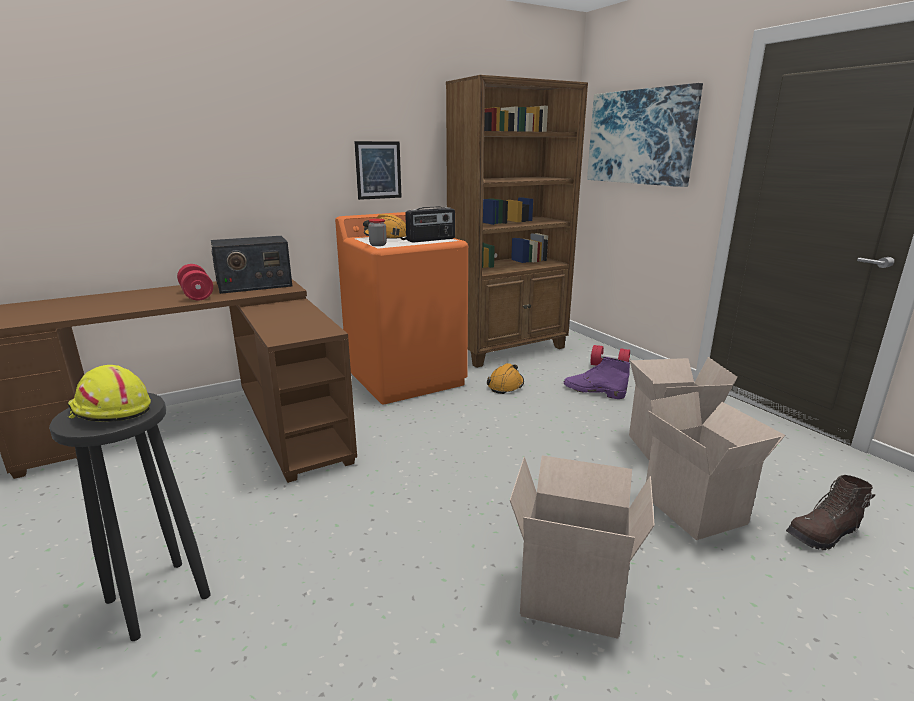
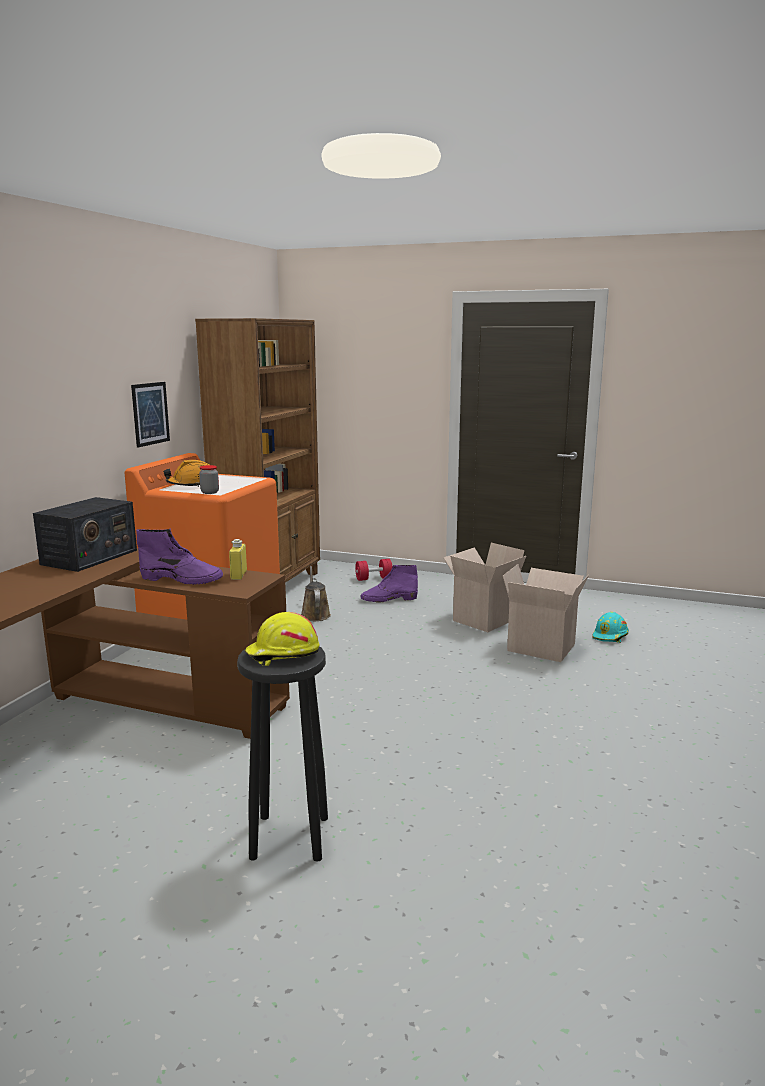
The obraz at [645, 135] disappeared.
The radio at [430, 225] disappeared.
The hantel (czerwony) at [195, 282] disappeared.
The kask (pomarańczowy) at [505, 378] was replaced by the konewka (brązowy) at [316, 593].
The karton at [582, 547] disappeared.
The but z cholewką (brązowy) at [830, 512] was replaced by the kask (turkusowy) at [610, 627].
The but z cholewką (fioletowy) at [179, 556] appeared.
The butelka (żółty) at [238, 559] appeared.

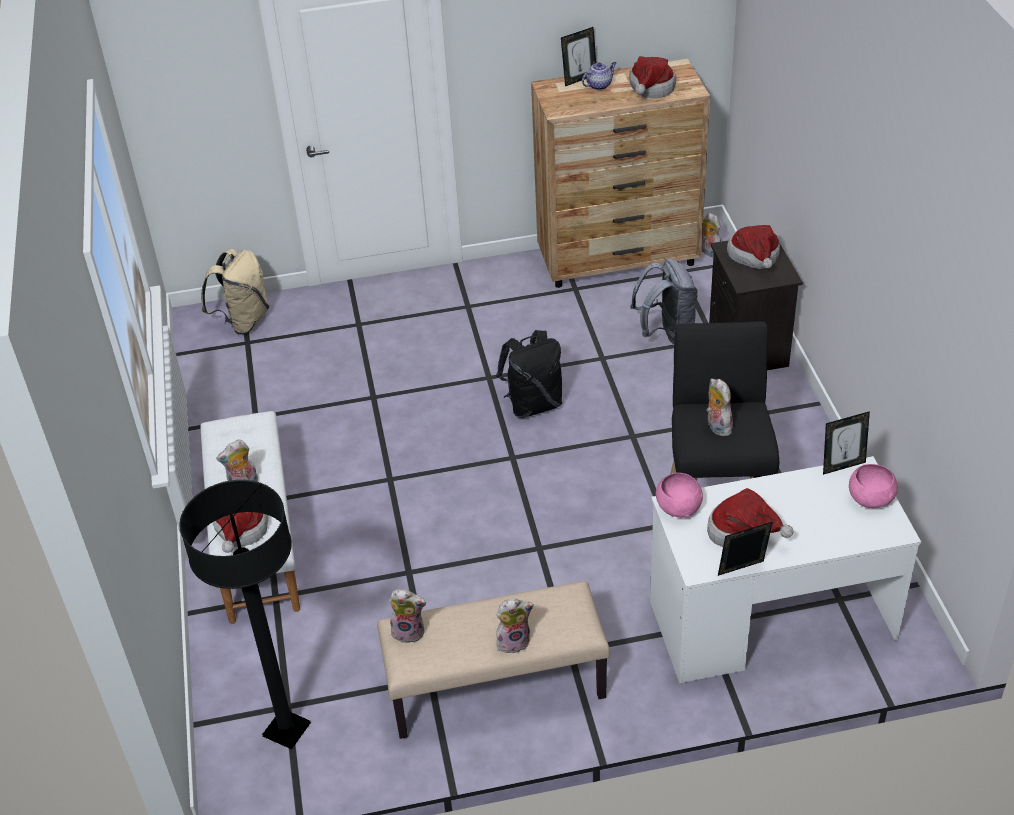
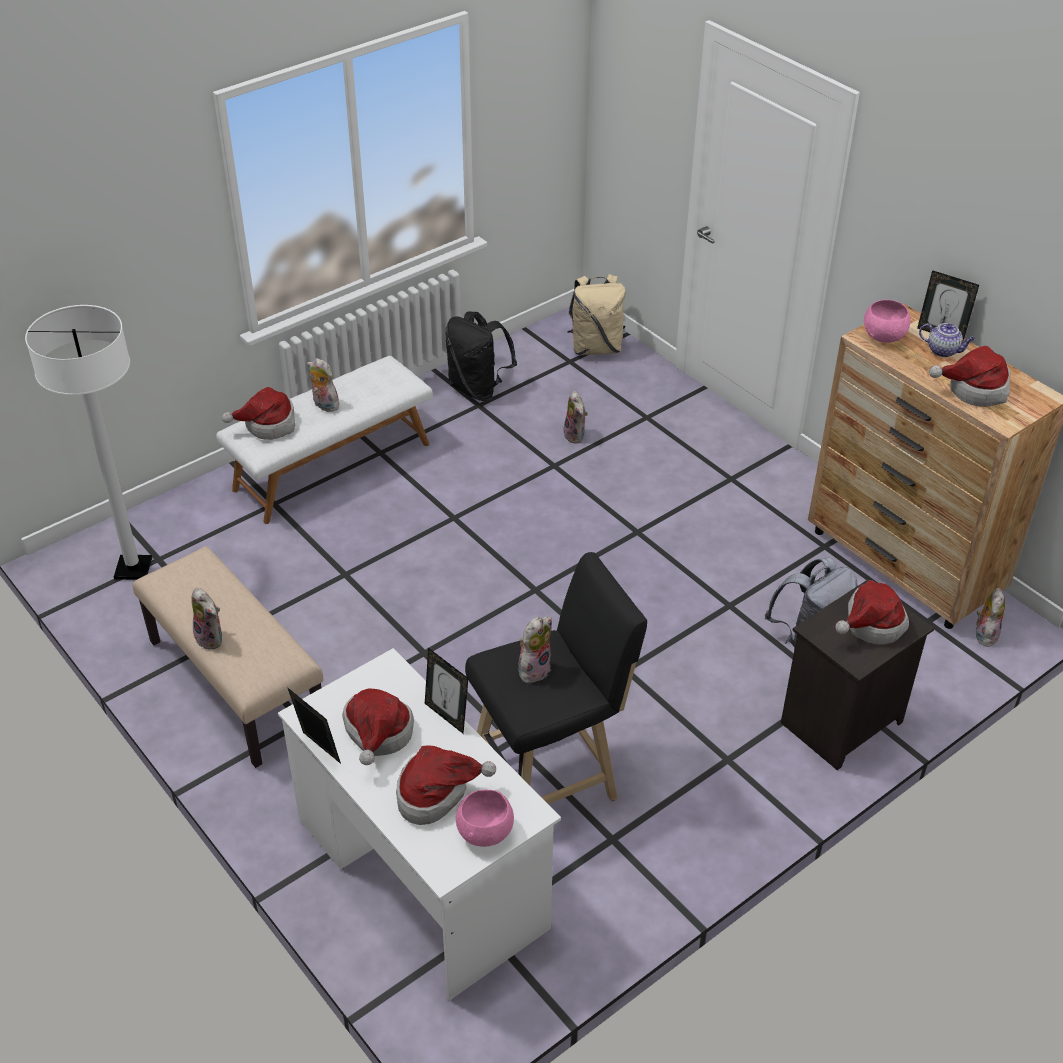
The plecak (czarny) moved from [529, 374] to [481, 356].
The ramka na zdjęcie moved from [846, 443] to [446, 691].
The miska (różowy) moved from [679, 495] to [887, 321].
The lampa stojąca (czarny) at [245, 614] became the lampa stojąca (biały) at [88, 442].
The pluszak moved from [407, 616] to [576, 417].
The kapelusz at [446, 785] appeared.

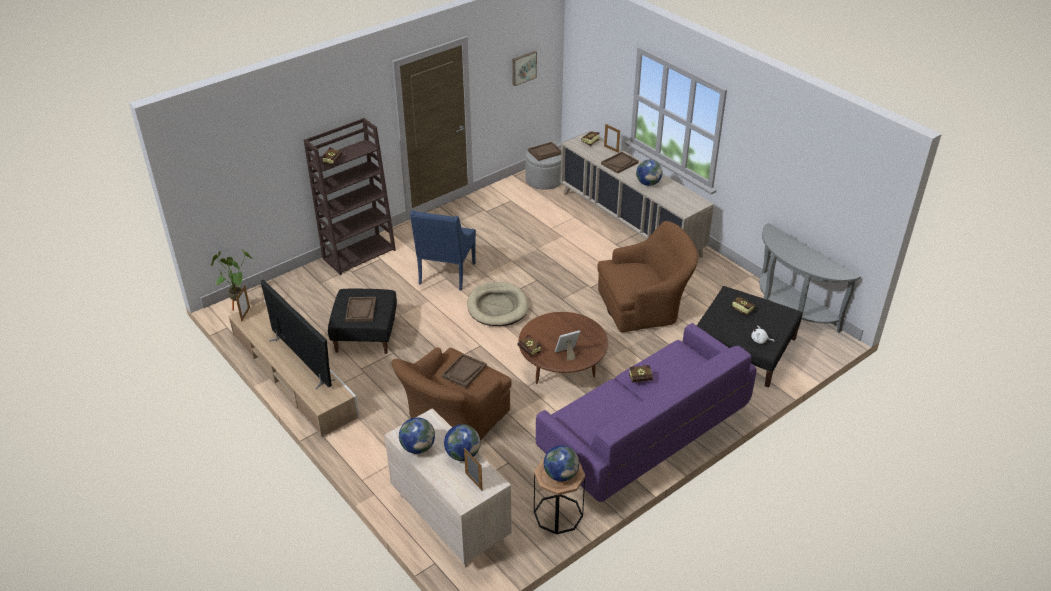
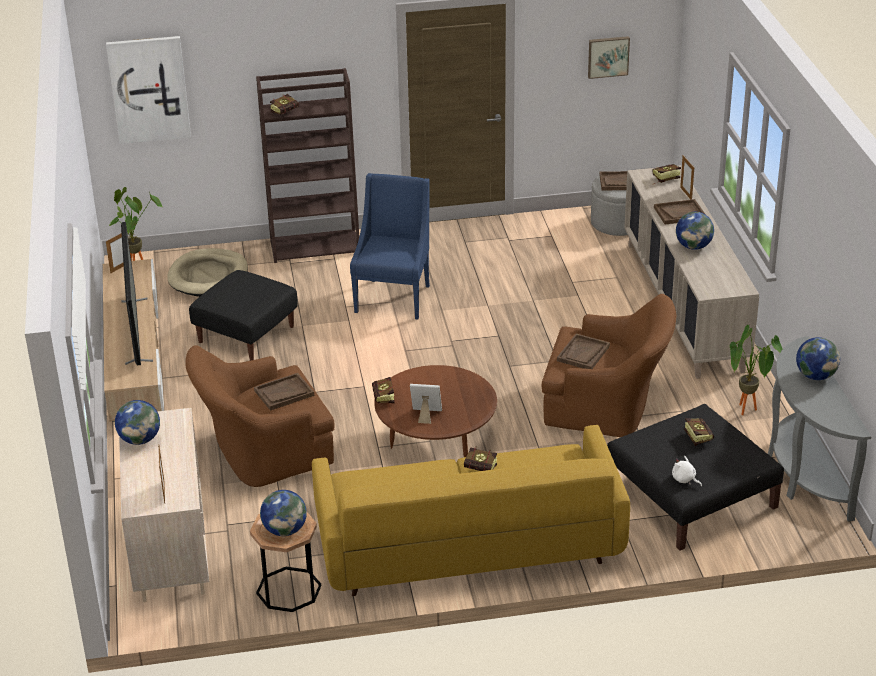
The fotel (niebieski) at [443, 250] turned 150 degrees clockwise.
The legowisko (beżowy) moved from [498, 304] to [207, 272].
The taca (brązowy) moved from [360, 309] to [583, 351].
The kanapa (fioletowy) at [646, 412] became the kanapa (żółty) at [471, 510].
The globus moved from [462, 442] to [818, 358].
The obraz at [148, 90] appeared.
The roślina doniczkowa at [756, 370] appeared.

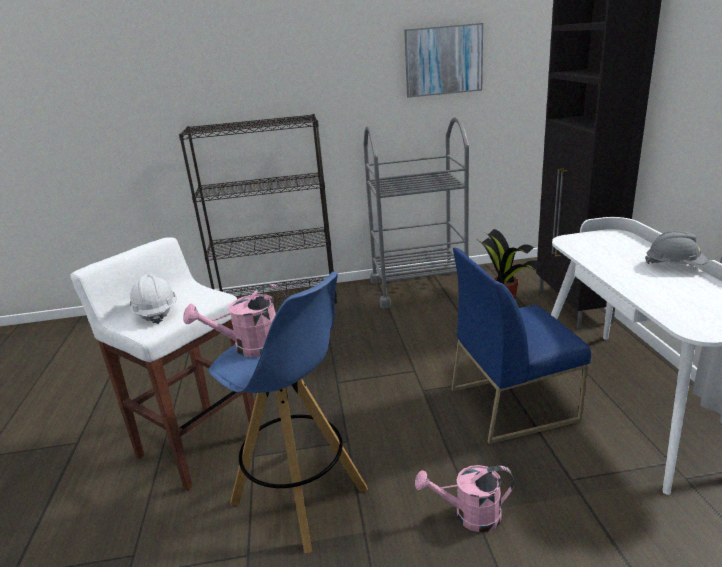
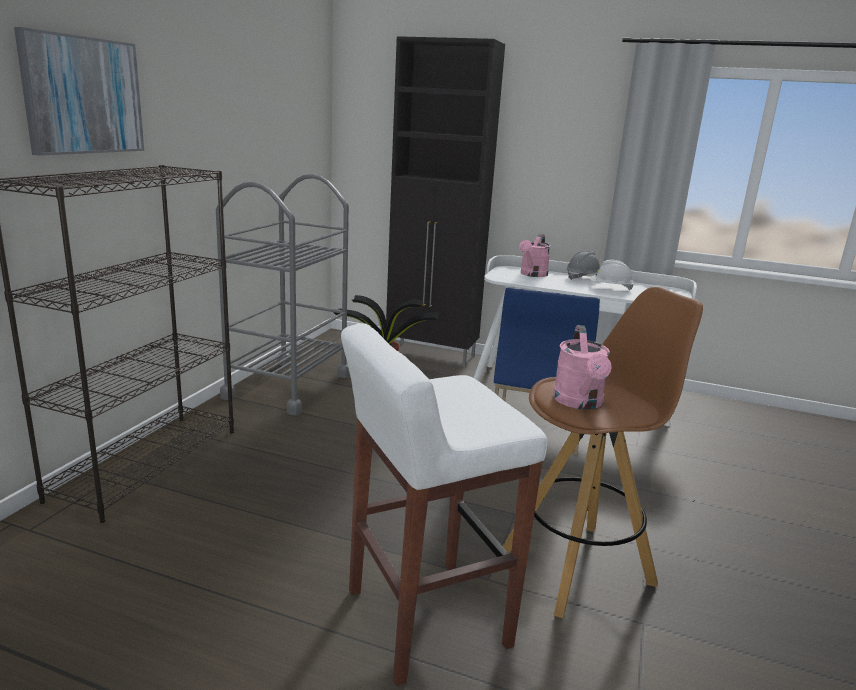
The obraz moved from [443, 60] to [79, 91].
The stołek (niebieski) at [288, 412] became the stołek (brązowy) at [603, 452].
The kask (biały) moved from [153, 299] to [612, 275].
The konewka (różowy) moved from [464, 498] to [535, 255].

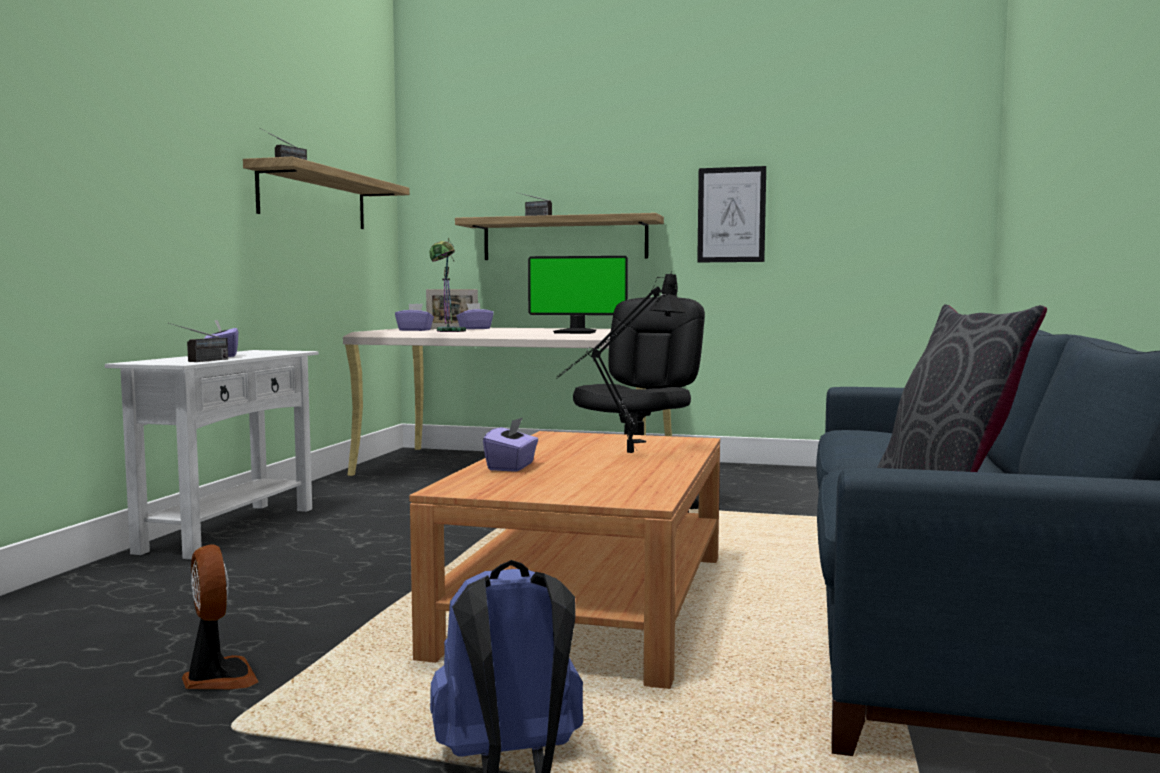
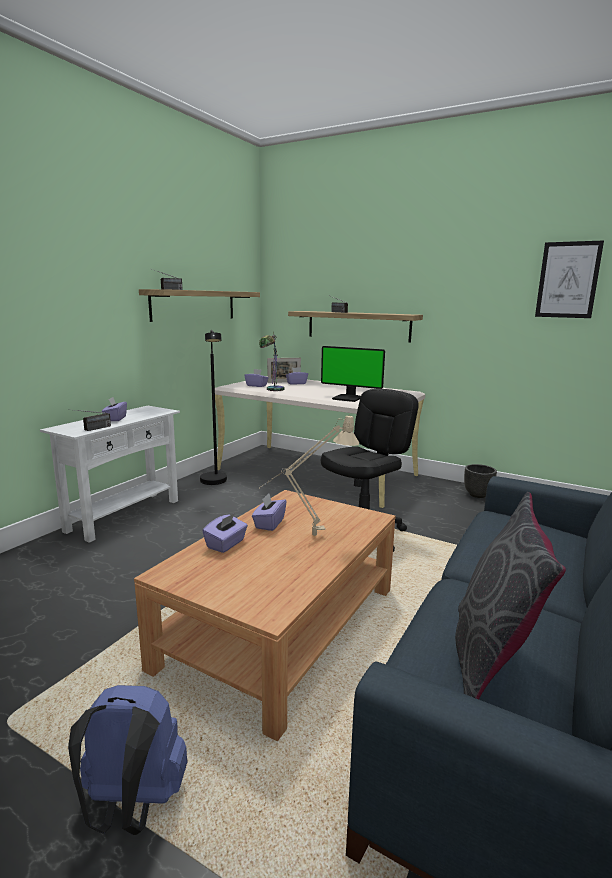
The obraz moved from [731, 214] to [569, 279].
The lampa stołowa (czarny) at [621, 363] became the lampa stołowa (beżowy) at [309, 475].
The wentylator at [220, 616] disappeared.
The lampa stojąca (czarny) at [213, 407] appeared.
The donica (czarny) at [480, 481] appeared.
The pudełko chusteczek (fioletowy) at [269, 512] appeared.

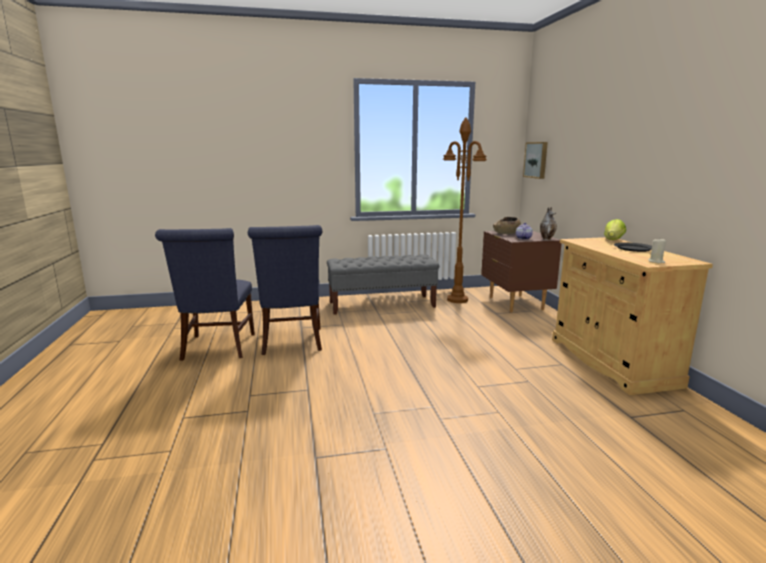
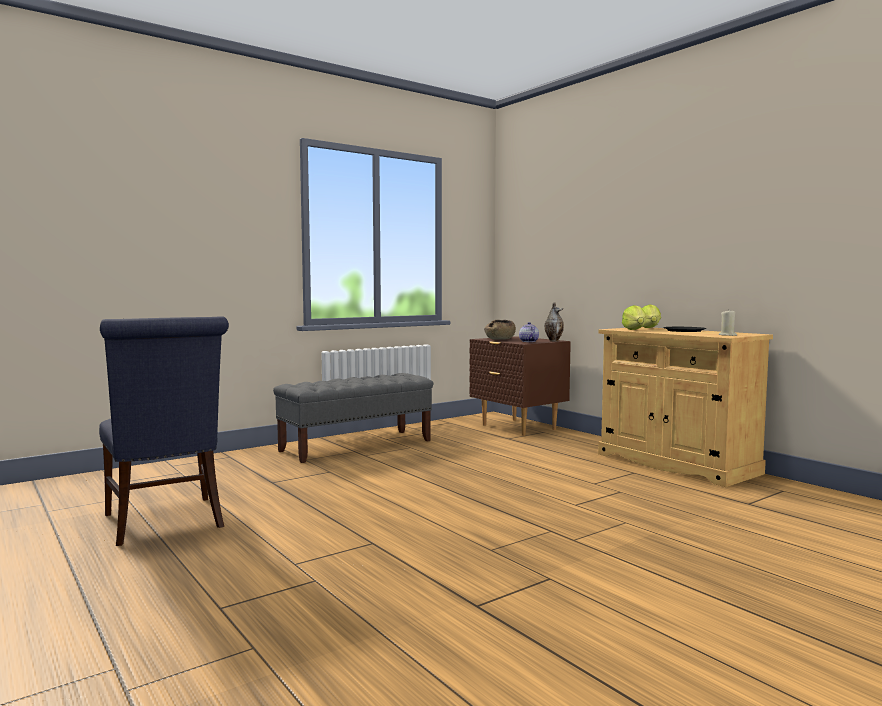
The lampa stojąca (brązowy) at [465, 210] disappeared.
The obraz at [535, 160] disappeared.
The krzesło (niebieski) at [285, 290] disappeared.
The sałata at [634, 317] appeared.

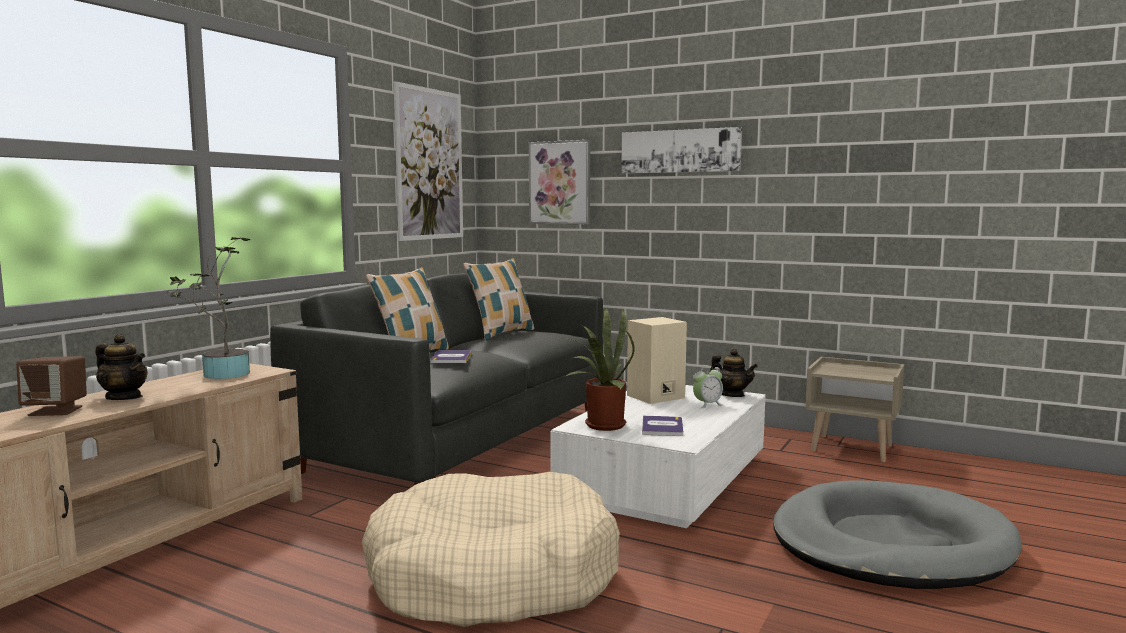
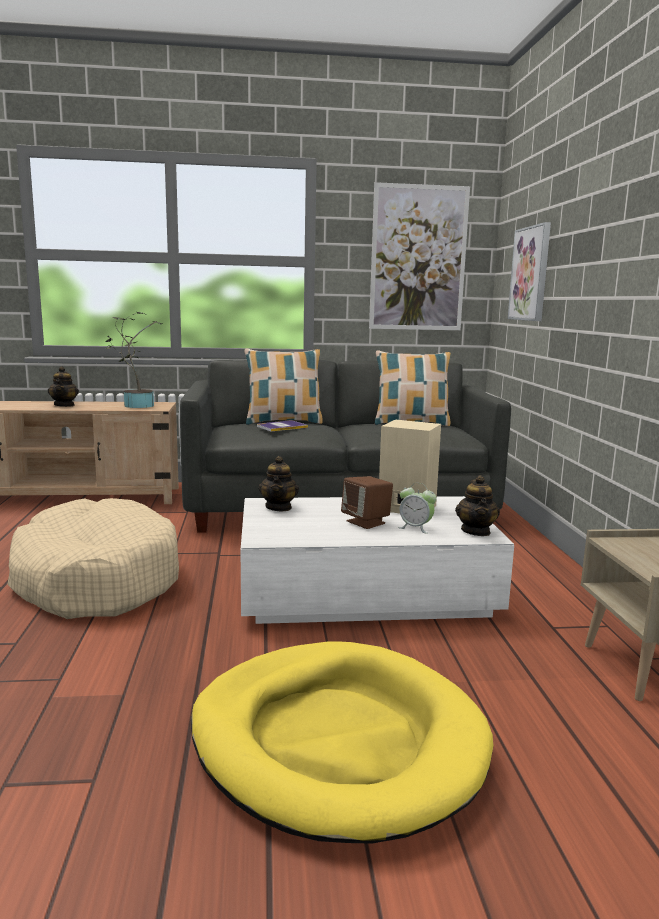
The obraz at [681, 150] disappeared.
The roślina doniczkowa at [599, 370] was replaced by the imbryk at [279, 483].
The głośnik (brązowy) moved from [51, 386] to [367, 502].
The książka at [662, 425] disappeared.
The legowisko (szary) at [897, 534] became the legowisko (żółty) at [342, 742].

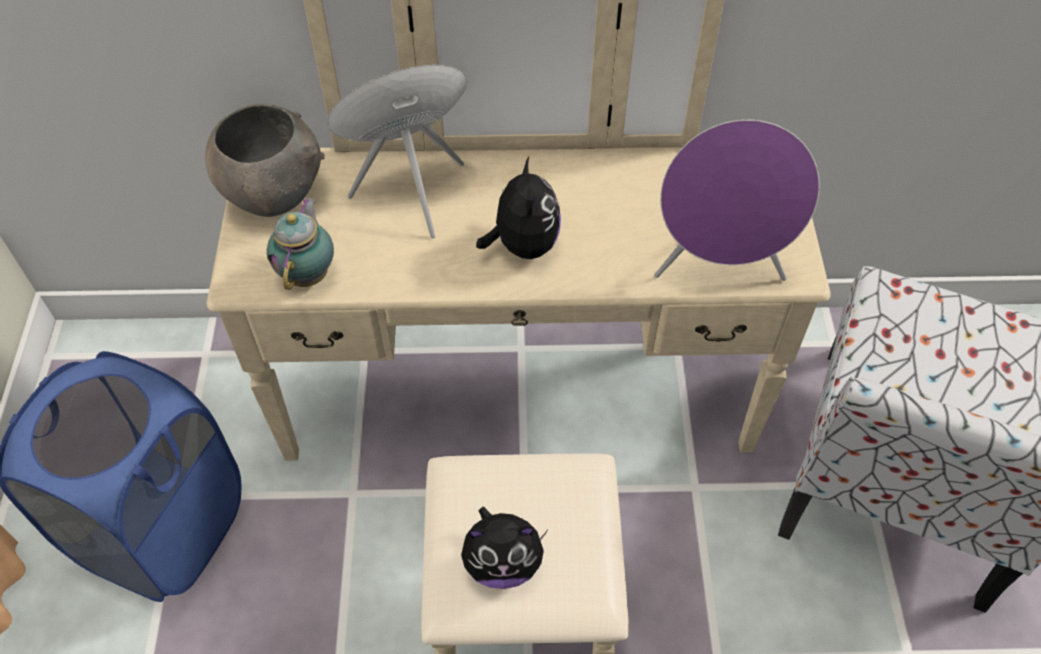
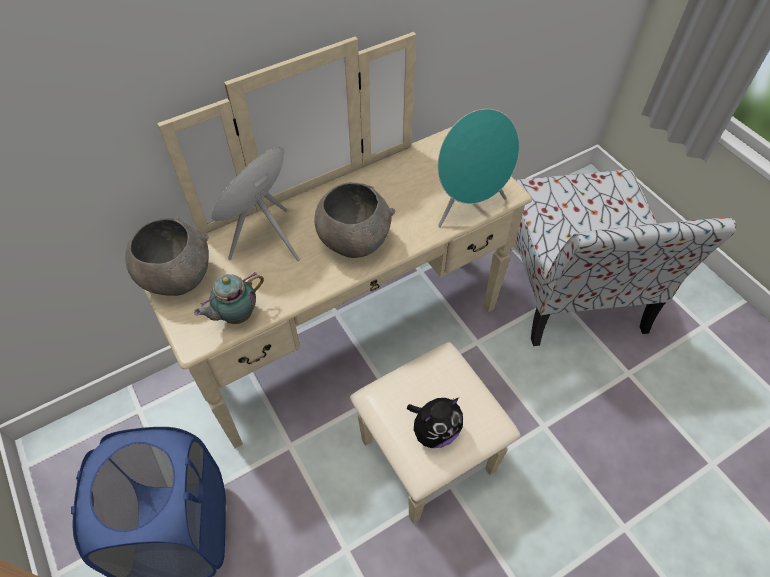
The głośnik (fioletowy) at [737, 200] became the głośnik (turkusowy) at [478, 168].
The pluszak at [518, 208] was replaced by the miska (szary) at [355, 220].
The imbryk at [300, 244] turned 105 degrees counterclockwise.

